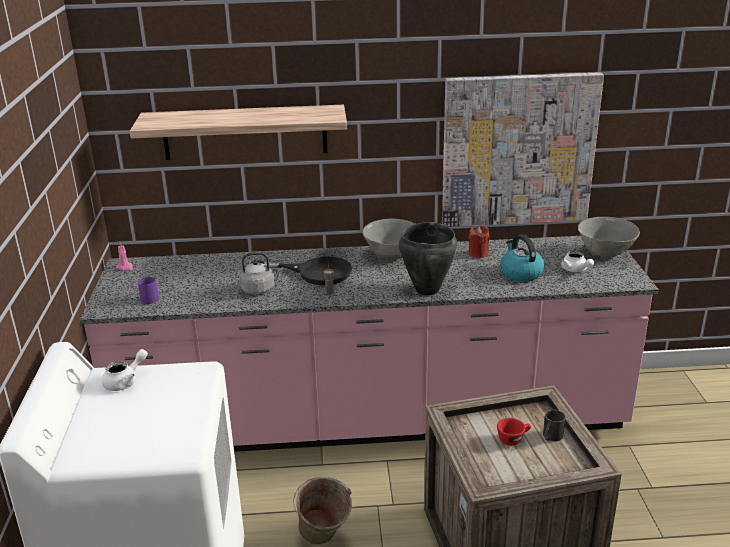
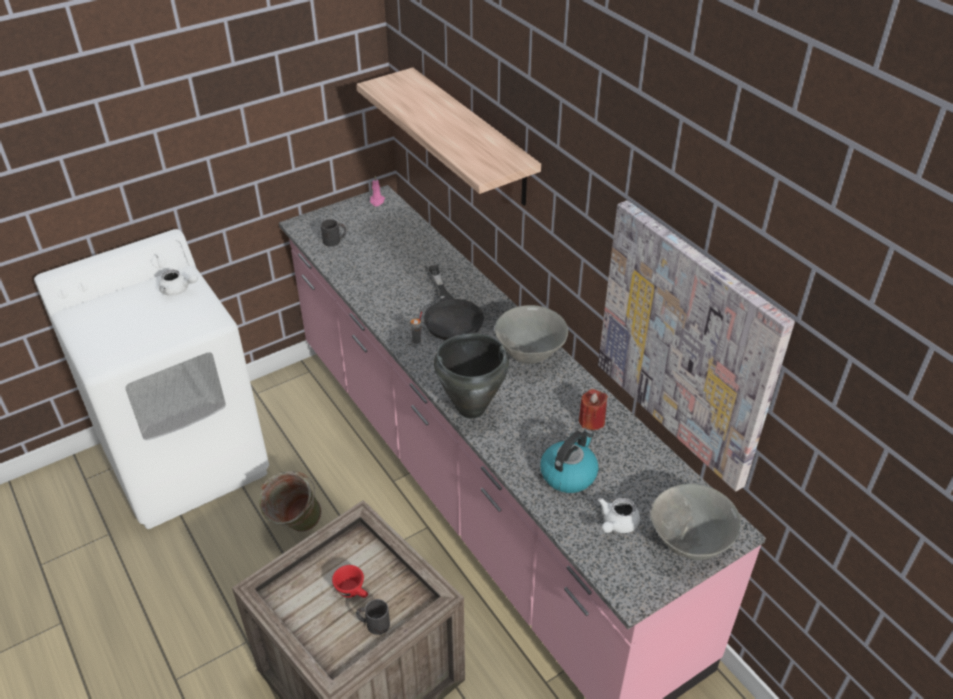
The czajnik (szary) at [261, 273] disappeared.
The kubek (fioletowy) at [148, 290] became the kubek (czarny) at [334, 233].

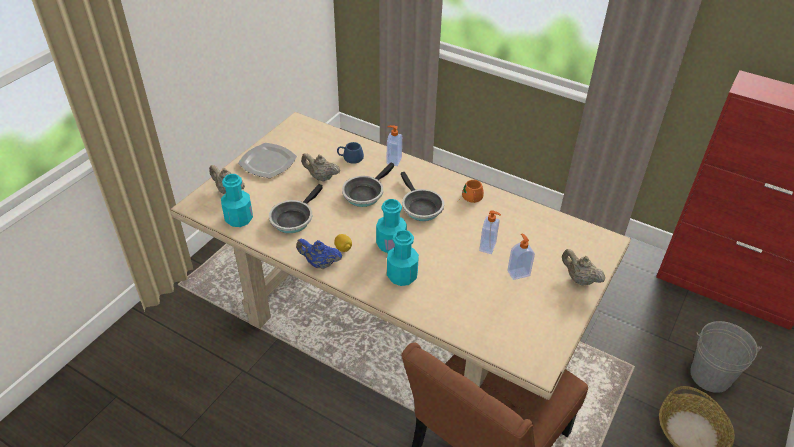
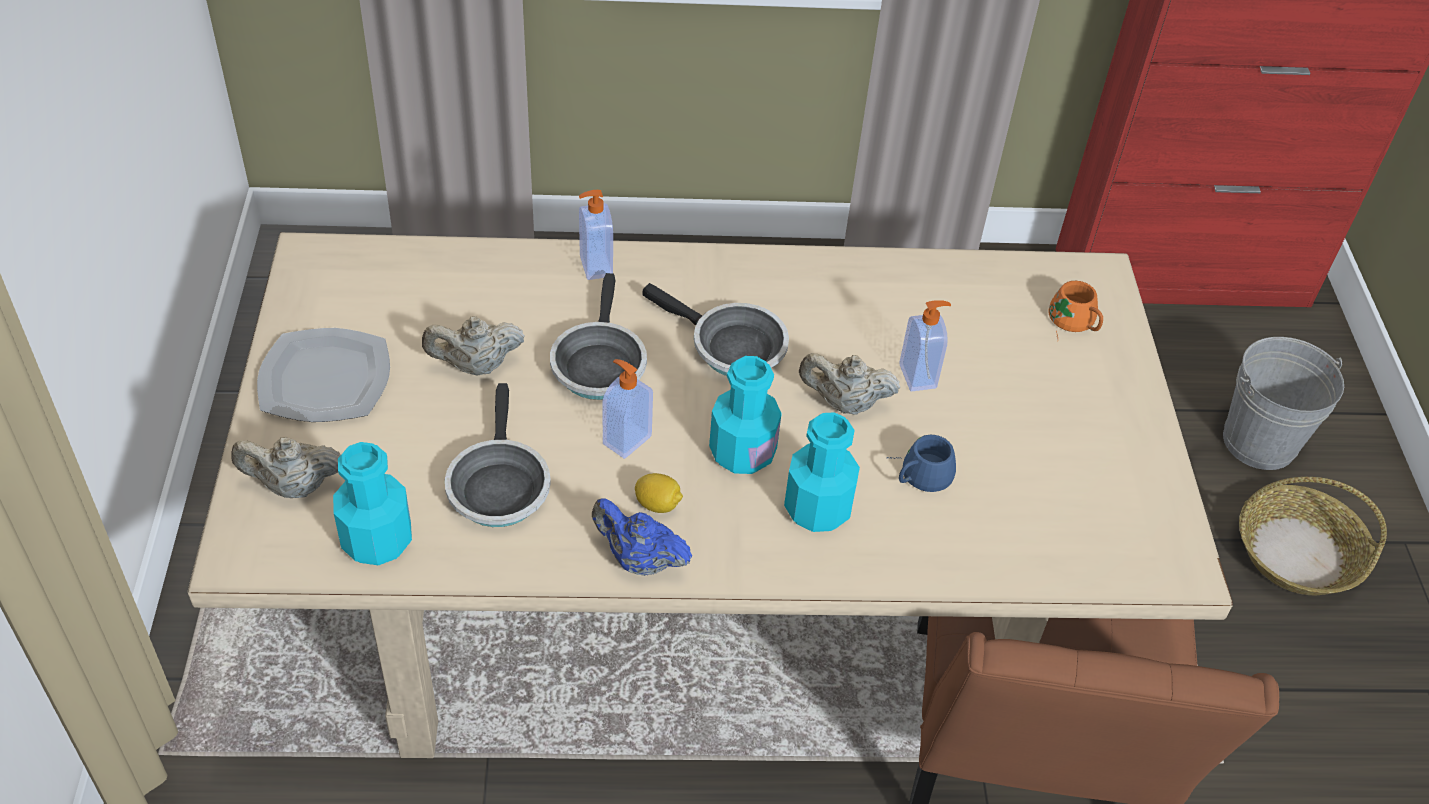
The kubek (niebieski) moved from [350, 153] to [921, 463].
The kubek (pomarańczowy) moved from [470, 191] to [1076, 310].
The dozownik mydła moved from [521, 256] to [628, 409].
The imbryk (niebieski) at [319, 254] turned 45 degrees clockwise.
The imbryk (beżowy) moved from [584, 267] to [849, 384].

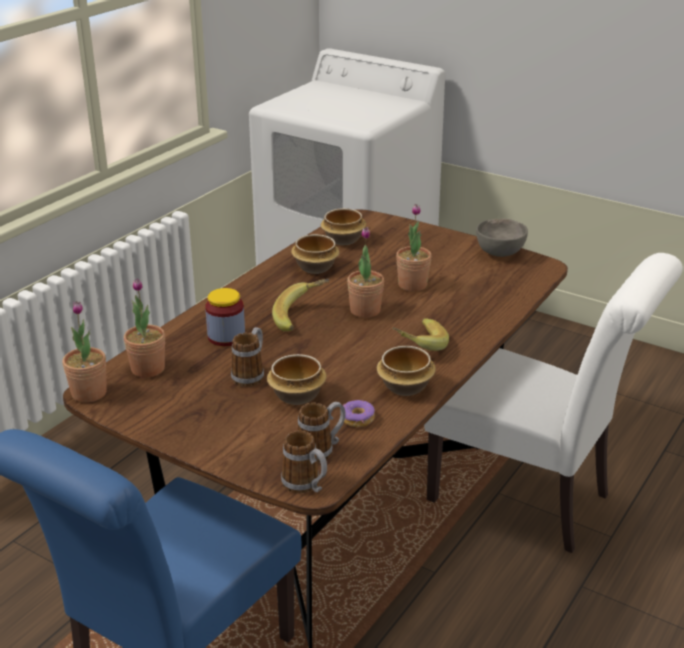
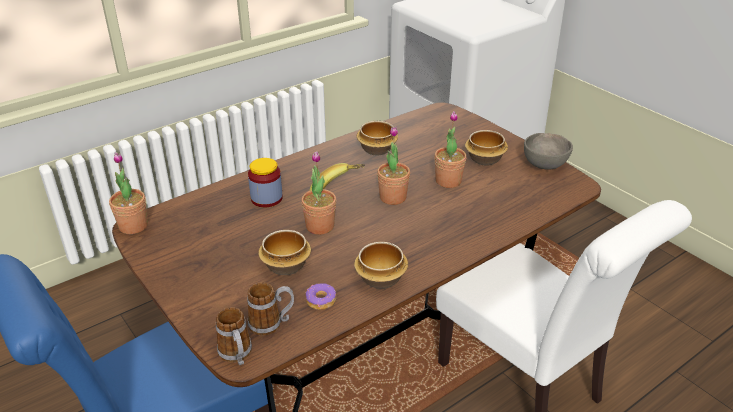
The miska moved from [343, 226] to [486, 148].
The roślina doniczkowa moved from [144, 328] to [318, 193].
The banan at [420, 334] disappeared.
The kubek at [247, 357] disappeared.

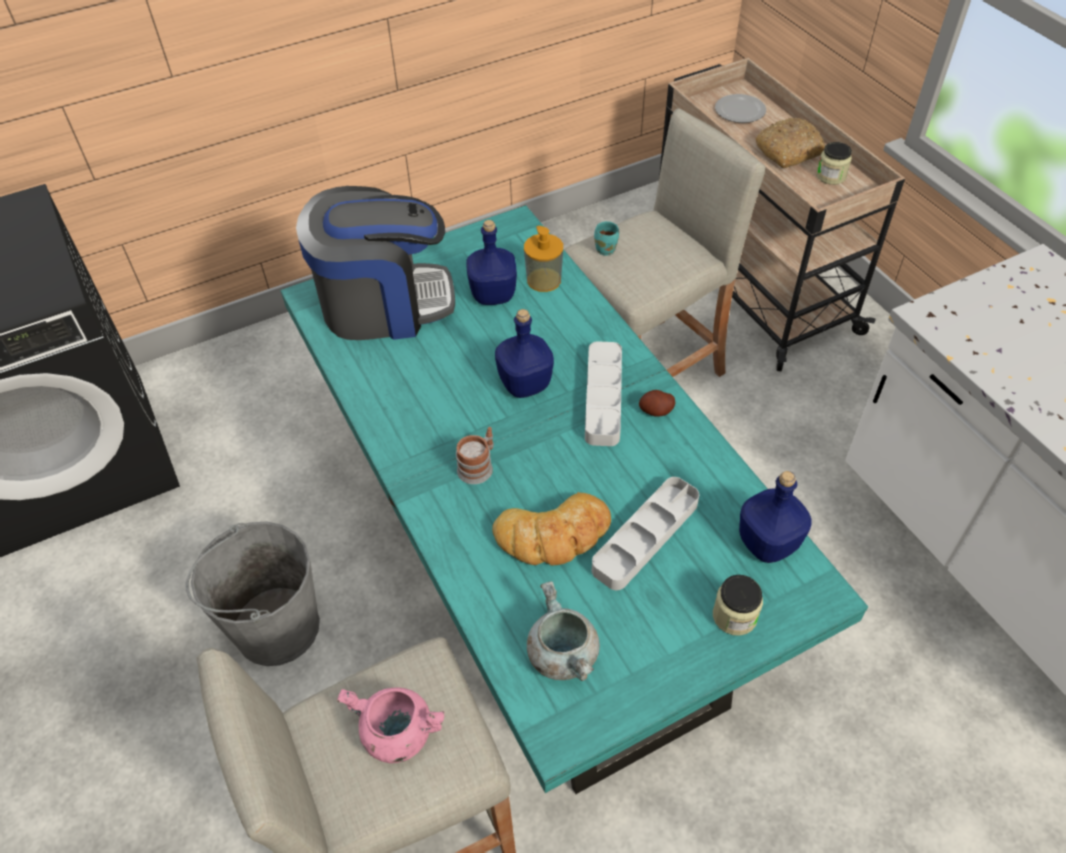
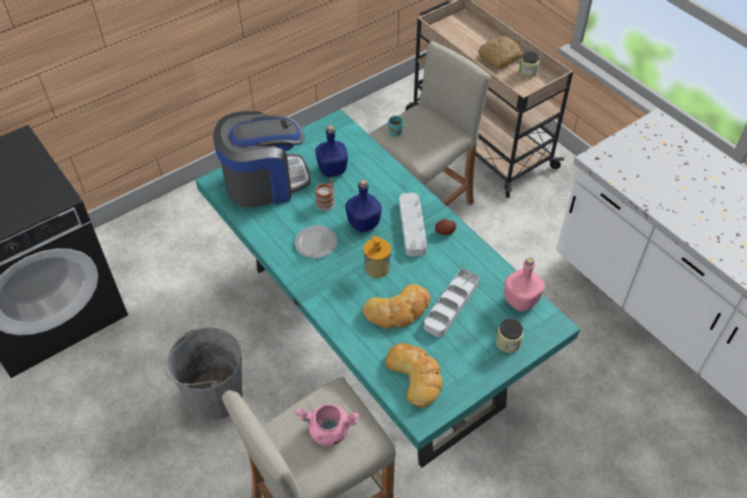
The talerz moved from [740, 108] to [316, 241].
The dozownik mydła moved from [543, 259] to [377, 257].
The kubek moved from [475, 455] to [325, 194].
The butelka (niebieski) at [775, 517] became the butelka (różowy) at [524, 285].
The garnek (szary) at [563, 631] was replaced by the chleb at [414, 375].

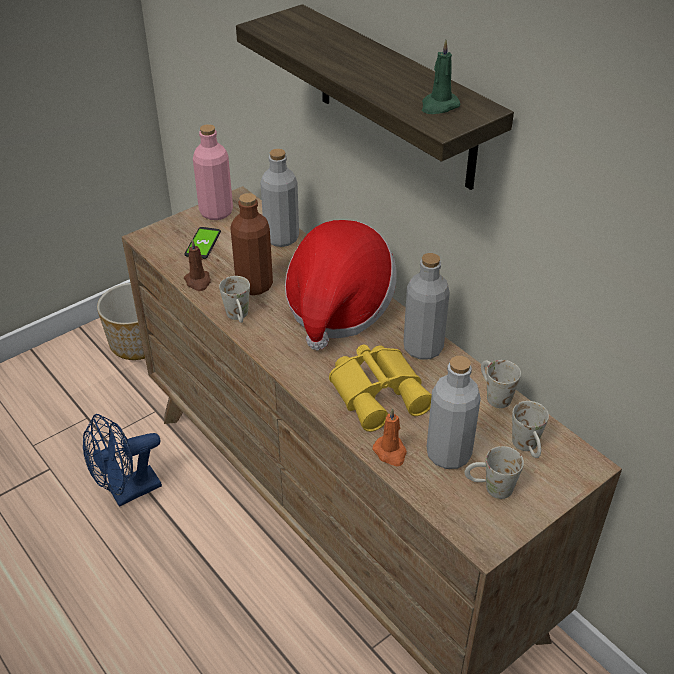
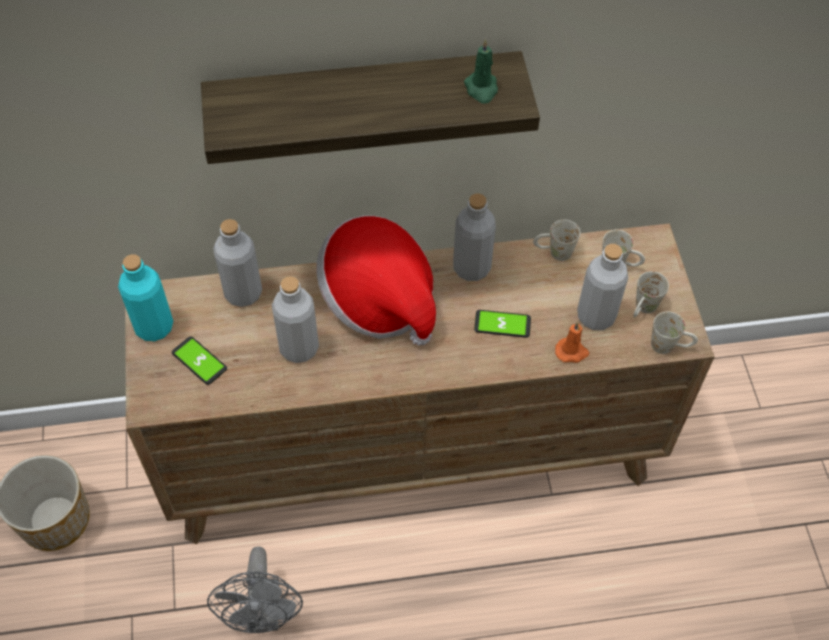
The butelka (różowy) at [213, 172] became the butelka (turkusowy) at [145, 297].
The butelka (brązowy) at [251, 244] became the butelka (szary) at [295, 319].
The świeca (brązowy) at [197, 265] disappeared.
The kubek (biały) moved from [234, 299] to [674, 333].
The lornetka (żółty) at [380, 388] was replaced by the telefon at [502, 324].
The wentylator (niebieski) at [122, 460] became the wentylator (szary) at [255, 590].

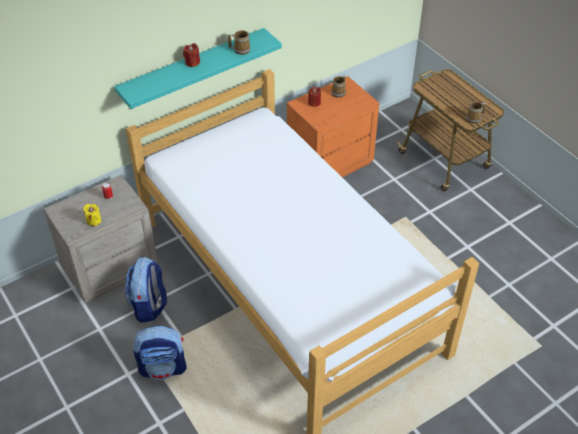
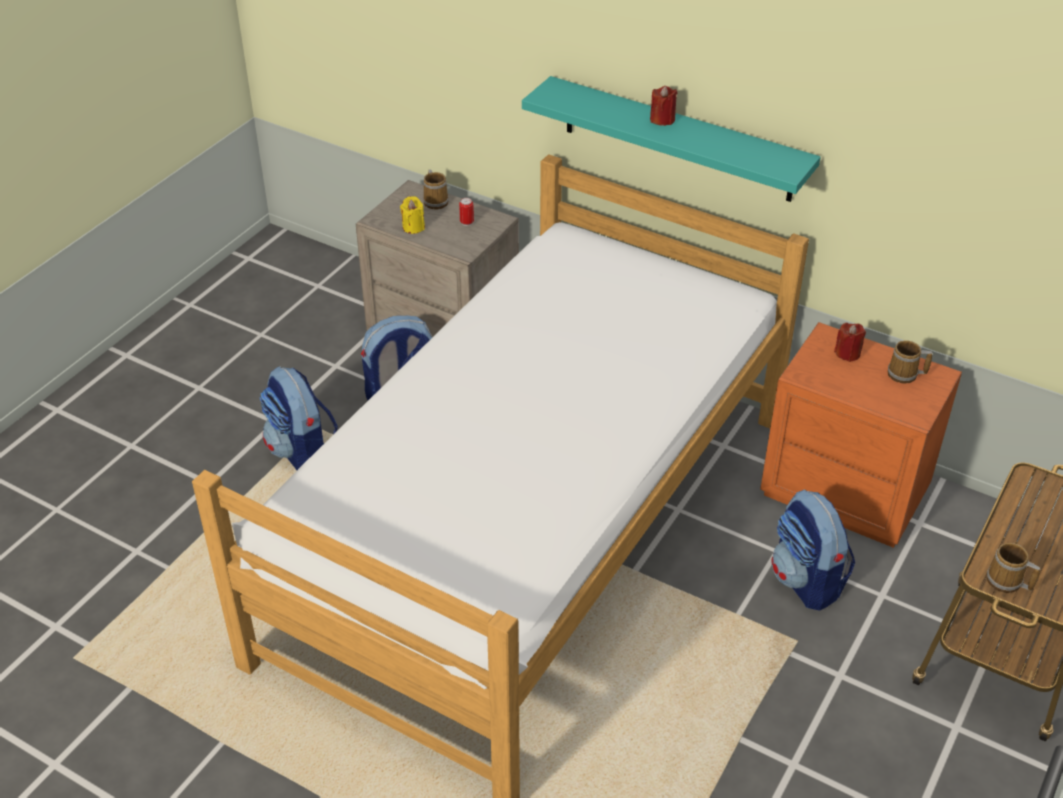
The kubek moved from [239, 42] to [436, 189].
The plecak at [813, 550] appeared.

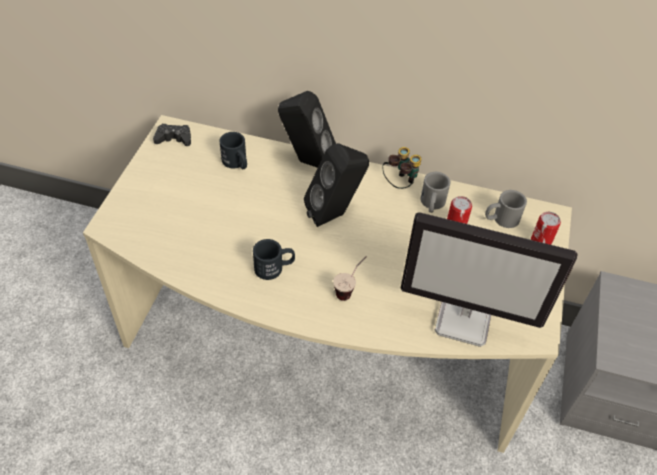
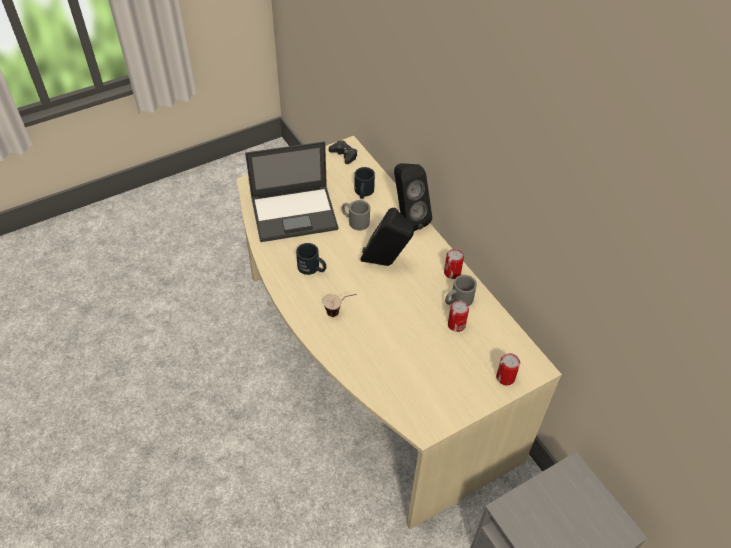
The lornetka at [402, 168] was replaced by the puszka at [454, 264].
The kubek (szary) moved from [506, 209] to [356, 215].
The monitor at [488, 279] disappeared.
The laptop at [292, 191] appeared.

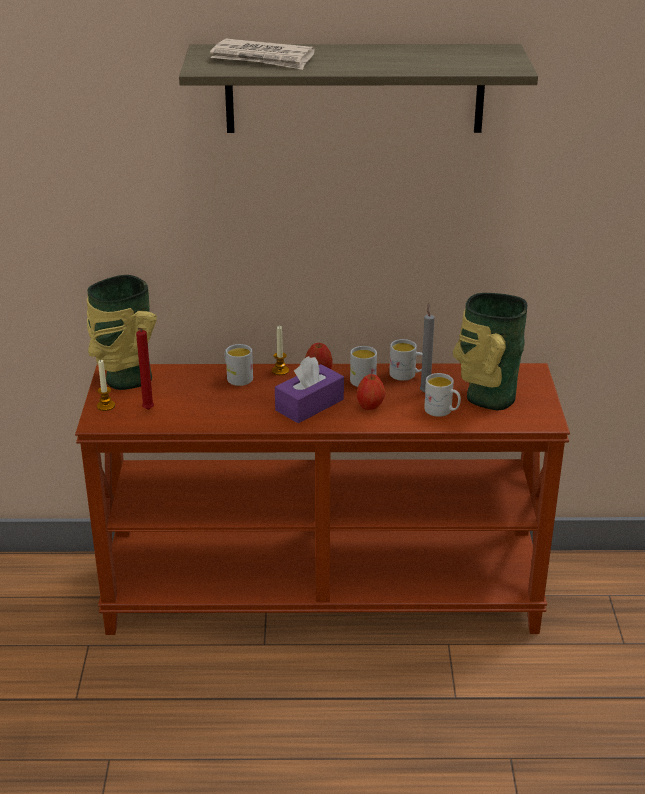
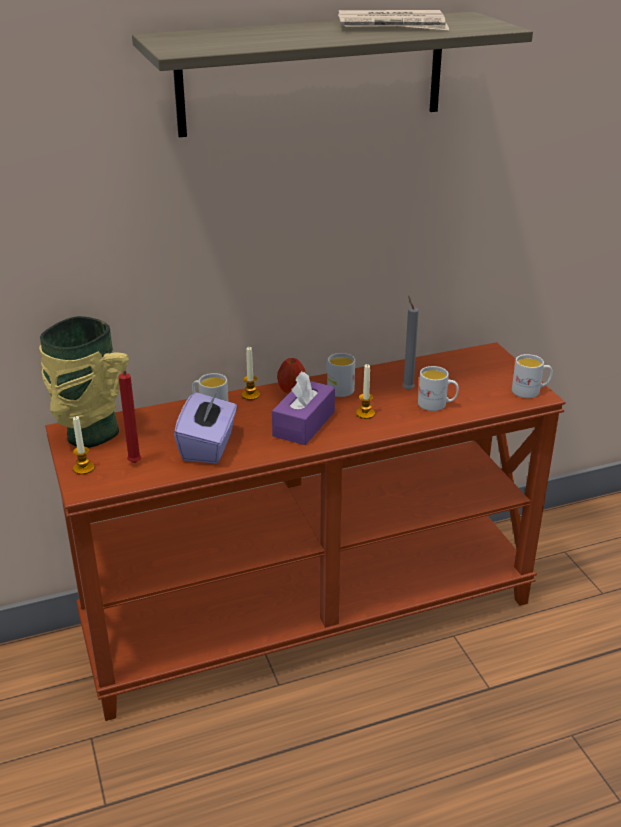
The gazeta moved from [262, 54] to [393, 20].
The wazon at [490, 351] disappeared.
The kubek (biały) moved from [405, 360] to [532, 376].
The jabłko at [371, 392] was replaced by the świeca at [365, 391].
The pudełko chusteczek (fioletowy) at [205, 428] appeared.

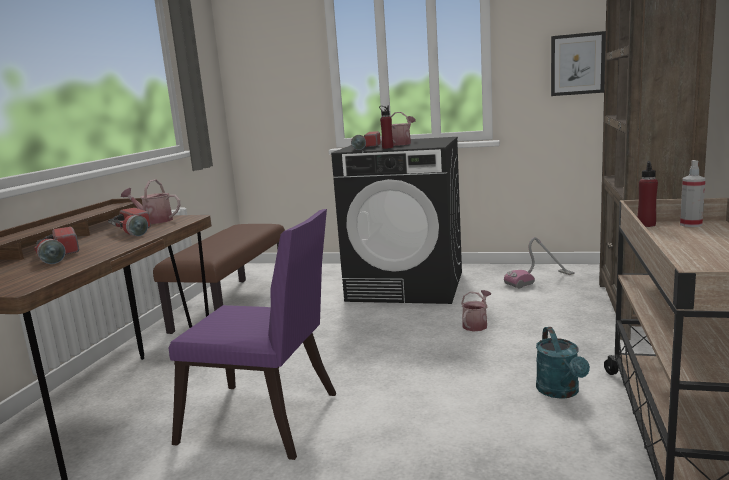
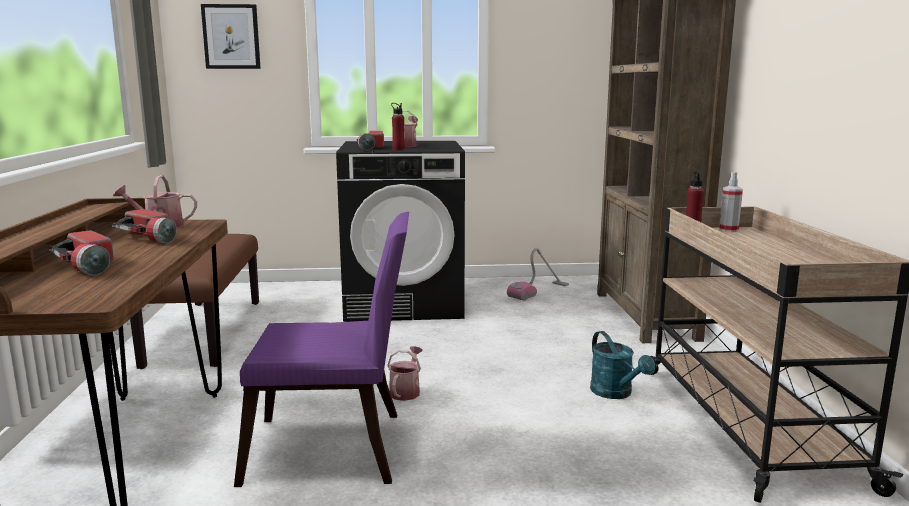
The obraz moved from [578, 63] to [231, 36].
The konewka moved from [476, 310] to [405, 373].

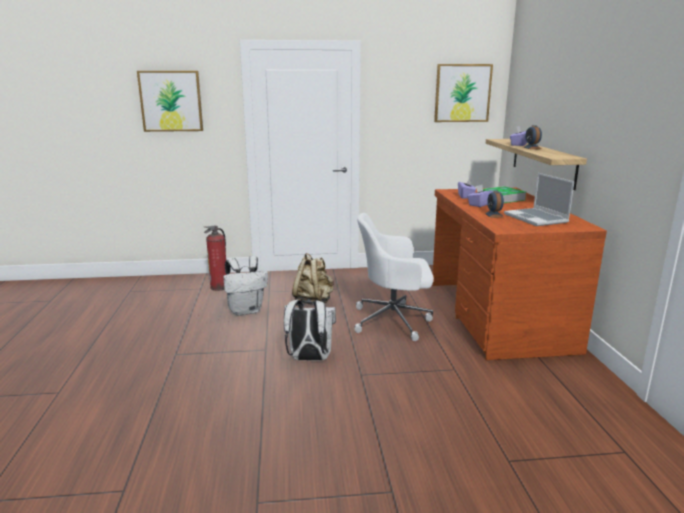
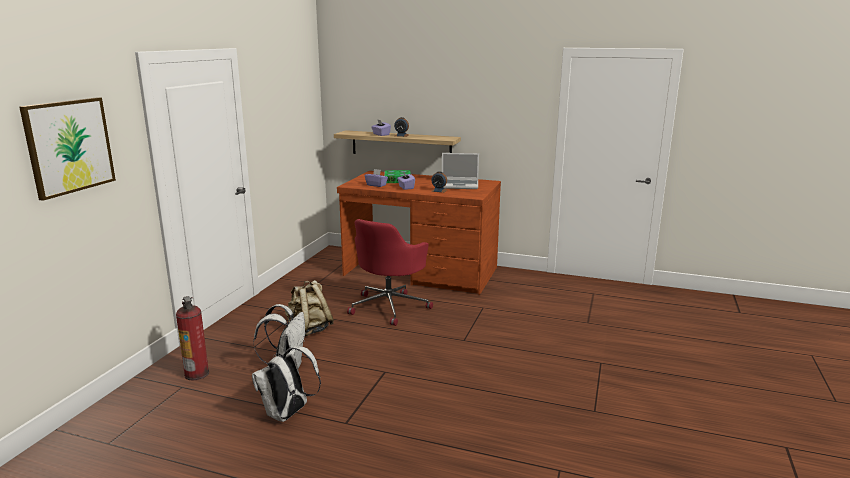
The obraz at [463, 93] disappeared.
The krzesło biurowe (biały) at [394, 277] became the krzesło biurowe (czerwony) at [390, 272].
The plecak (biały) moved from [310, 330] to [286, 384].

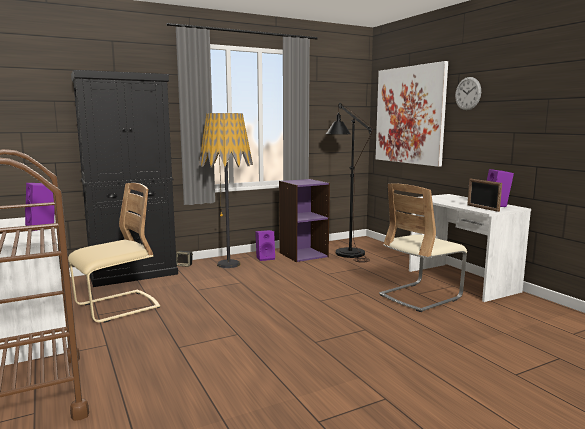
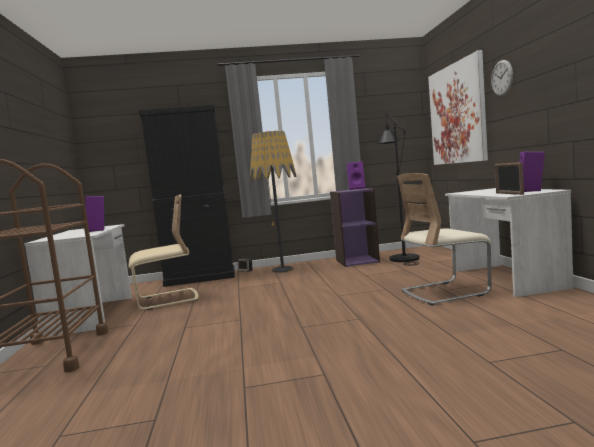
The głośnik (fioletowy) moved from [265, 245] to [355, 175].

